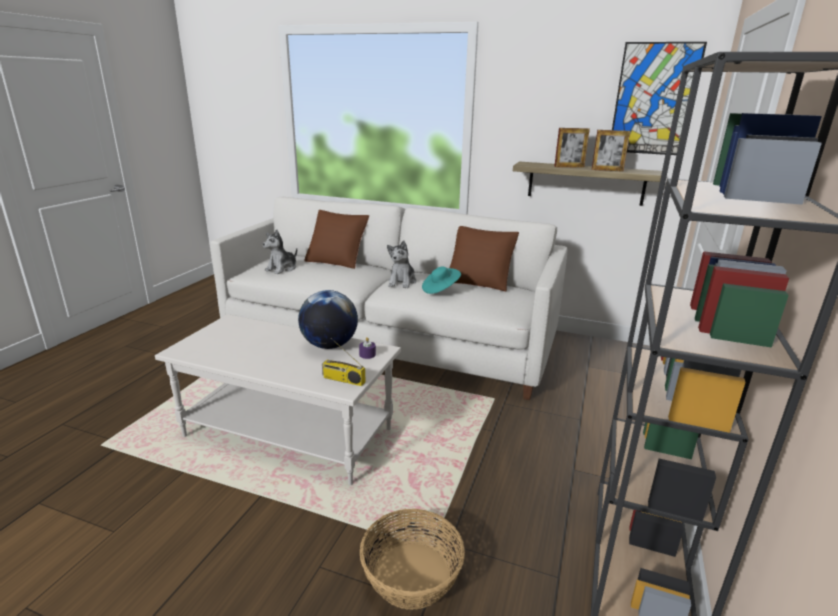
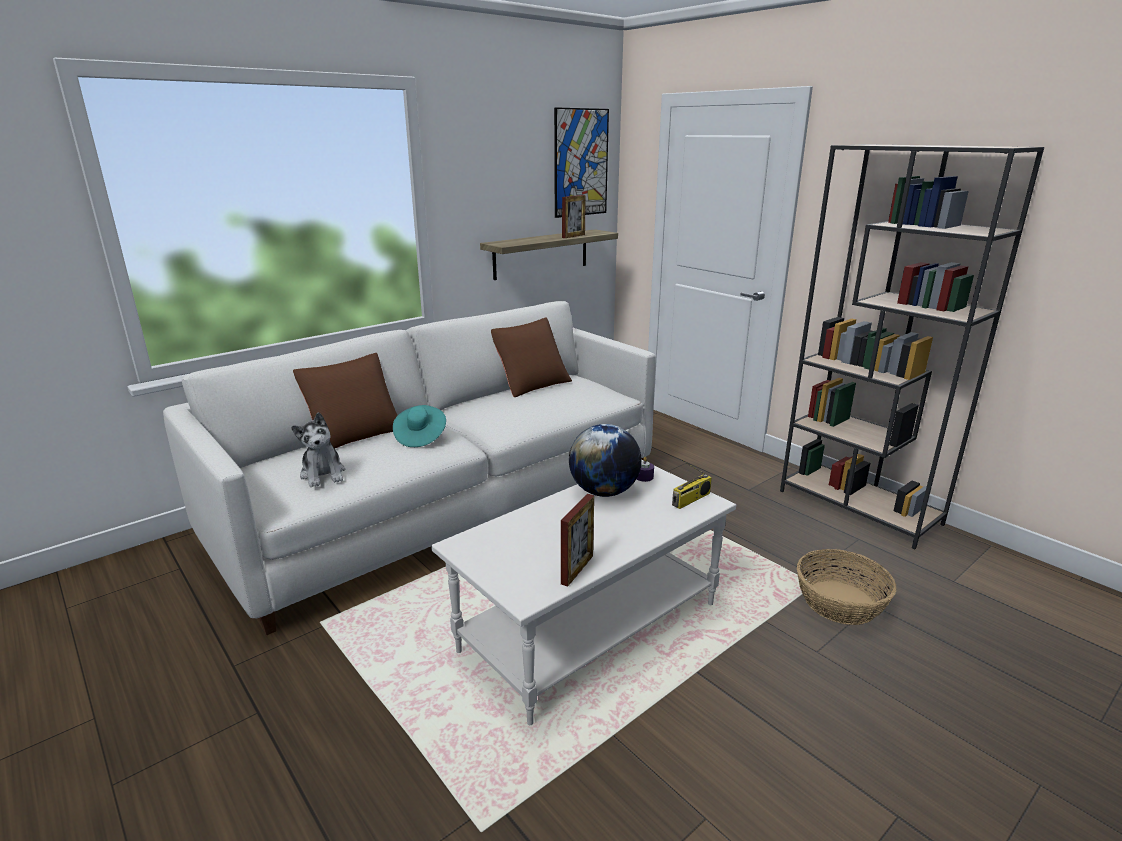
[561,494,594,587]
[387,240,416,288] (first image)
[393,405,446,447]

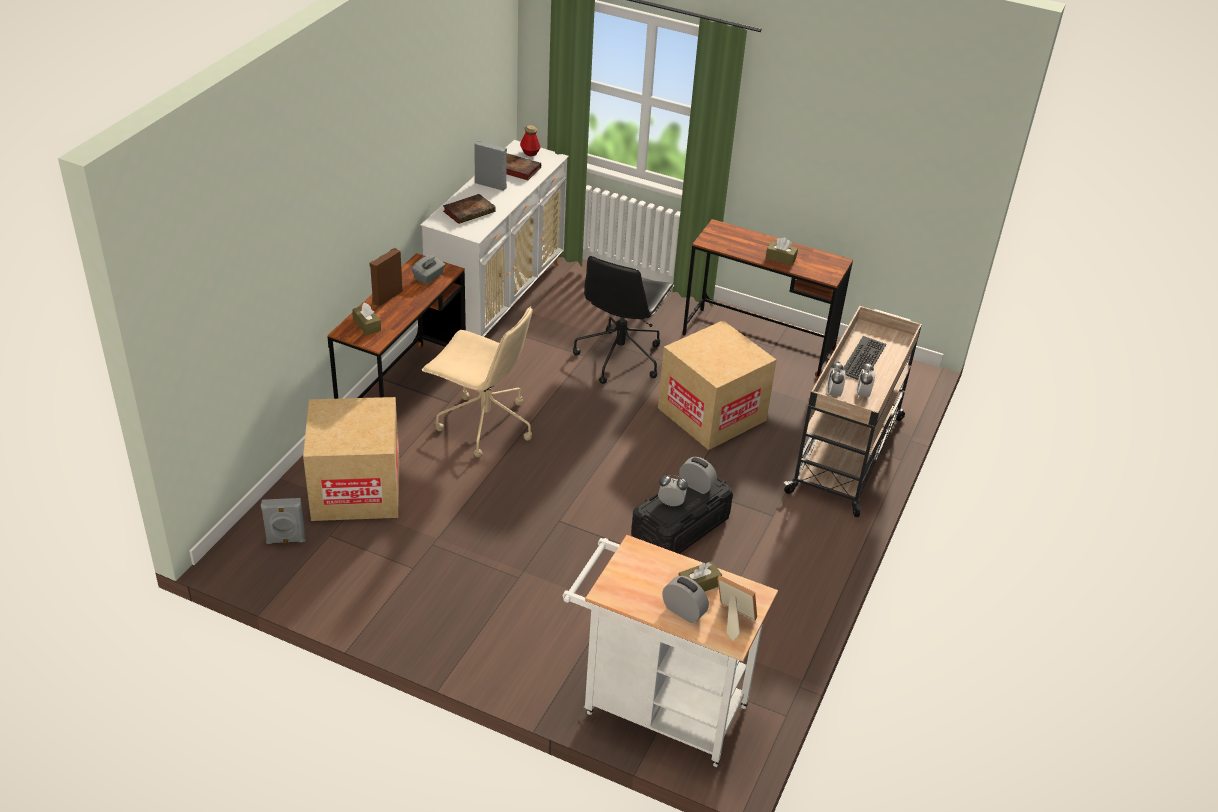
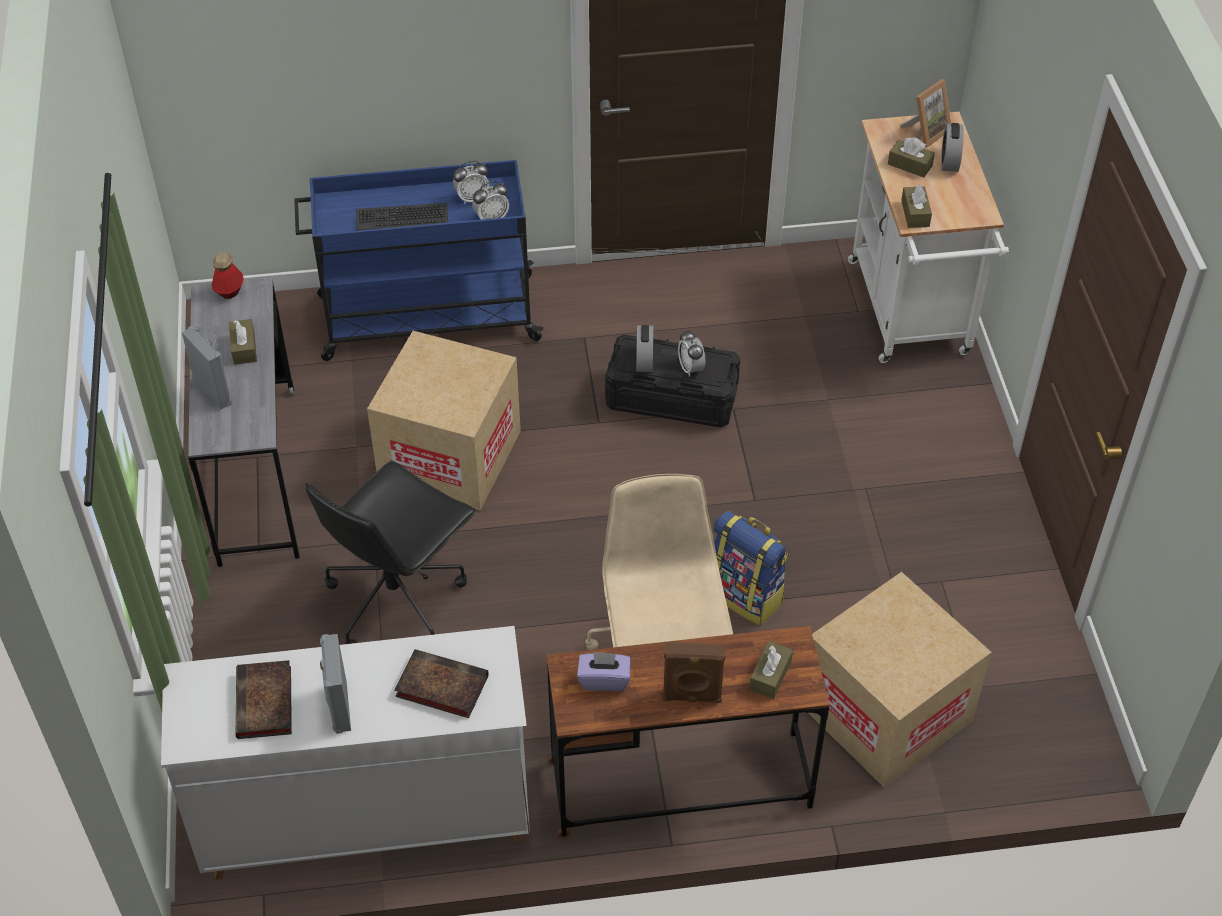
[212,253,244,299]
[188,277,300,567]
[577,652,630,691]
[305,460,477,644]
[294,160,544,361]
[182,326,232,410]
[900,79,951,148]
[901,184,932,228]
[714,511,788,625]

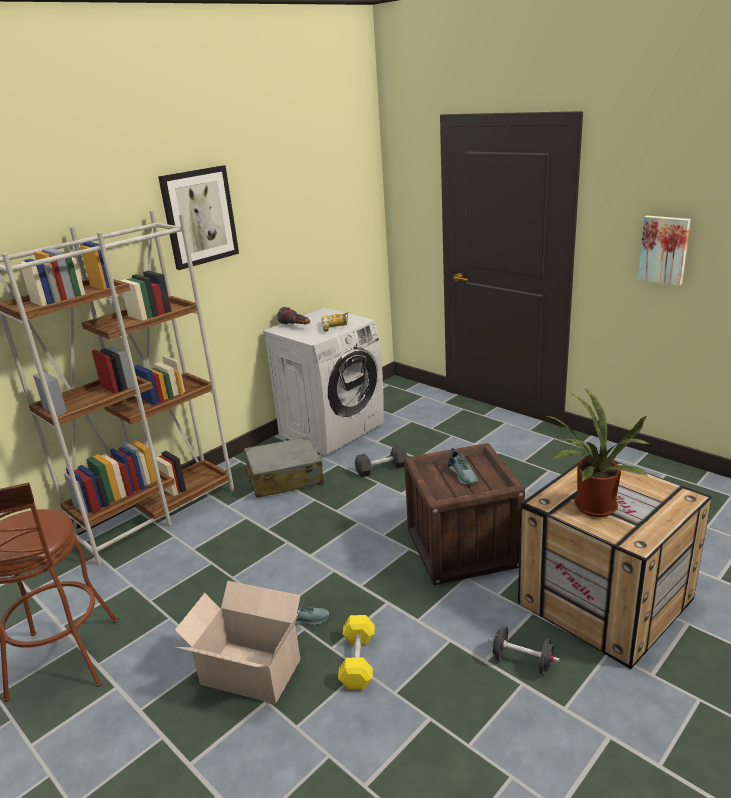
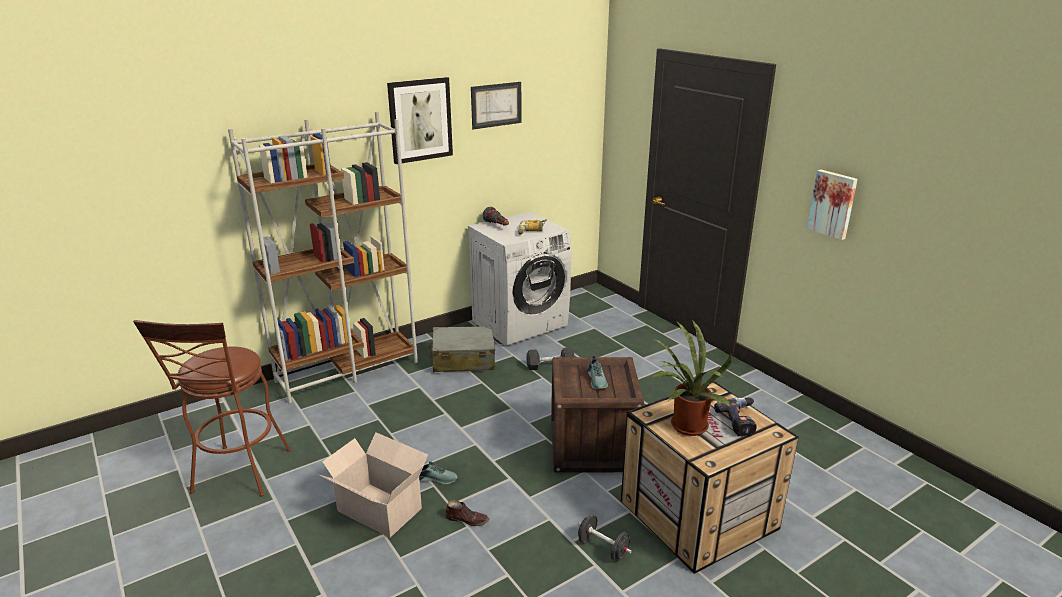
[445,500,489,526]
[471,82,522,130]
[714,398,757,436]

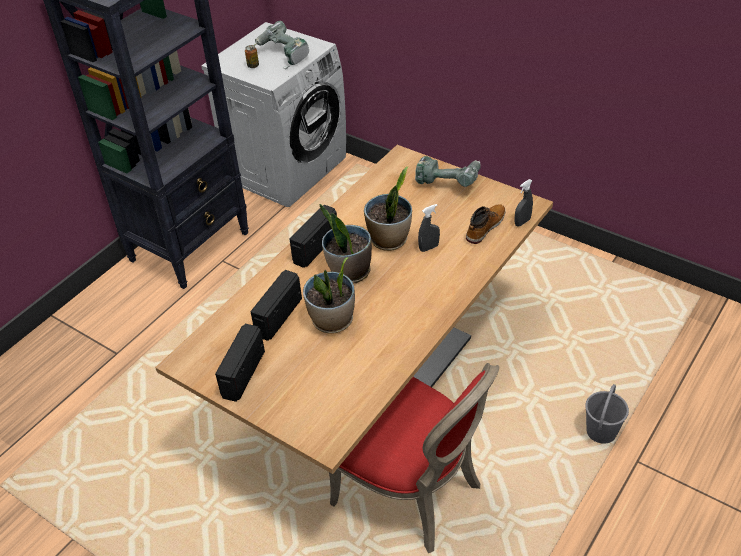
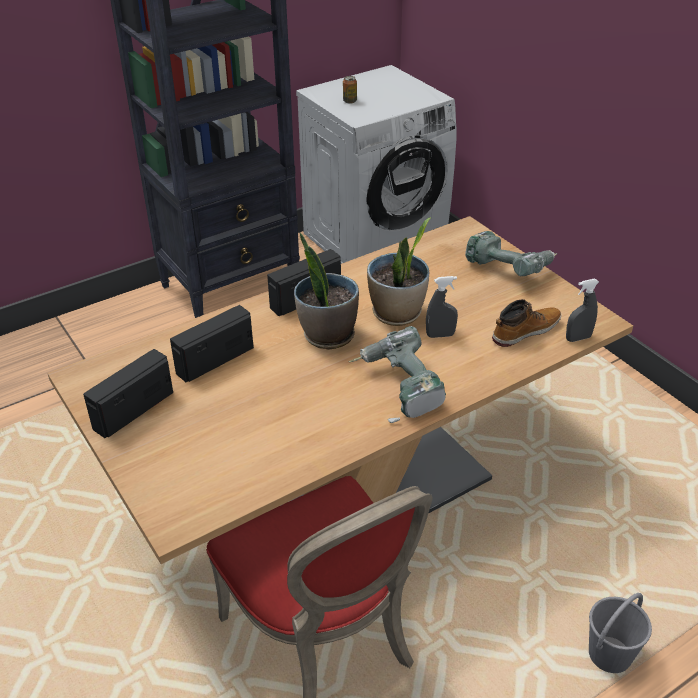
[348,326,446,423]
[303,257,355,334] (first image)

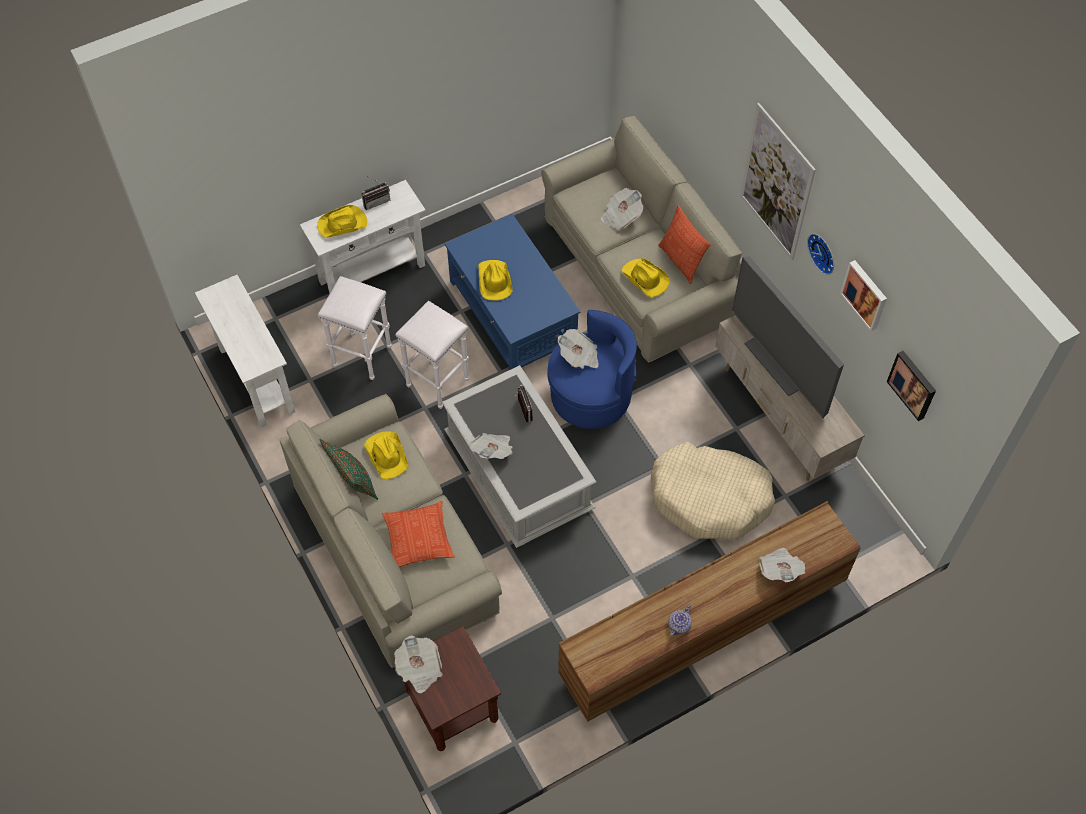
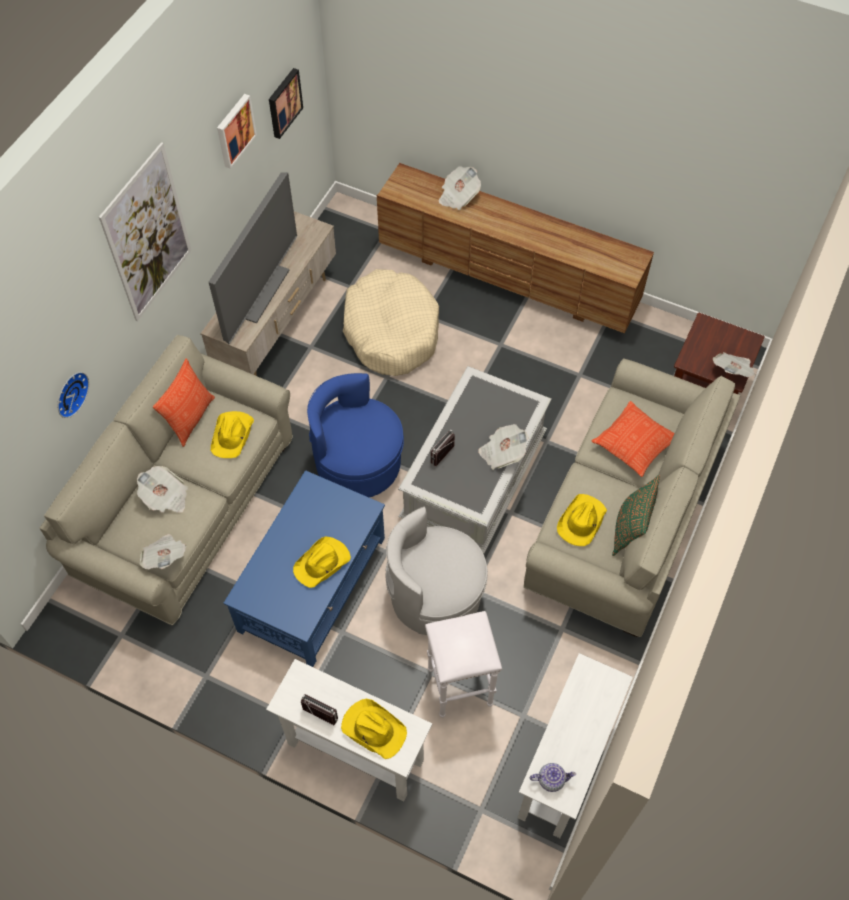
[57,372,89,418]
[385,507,488,635]
[140,534,187,569]
[530,763,576,792]

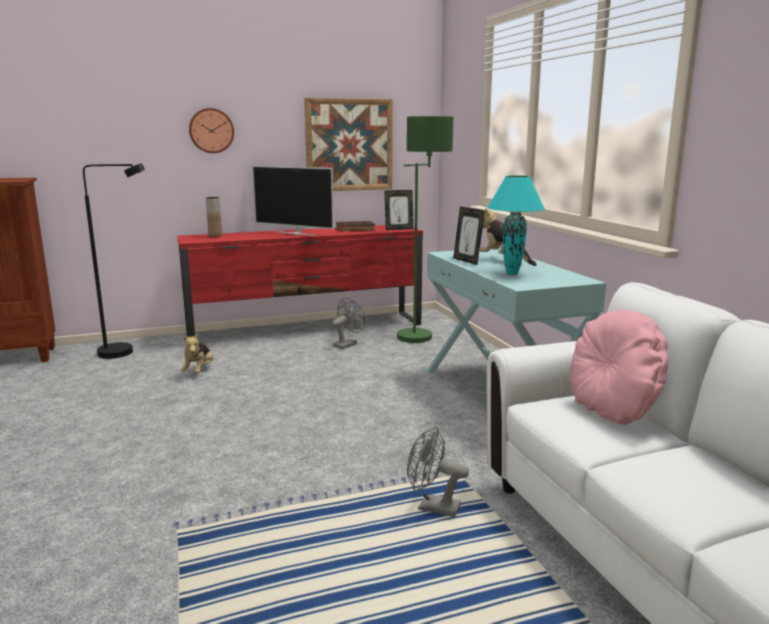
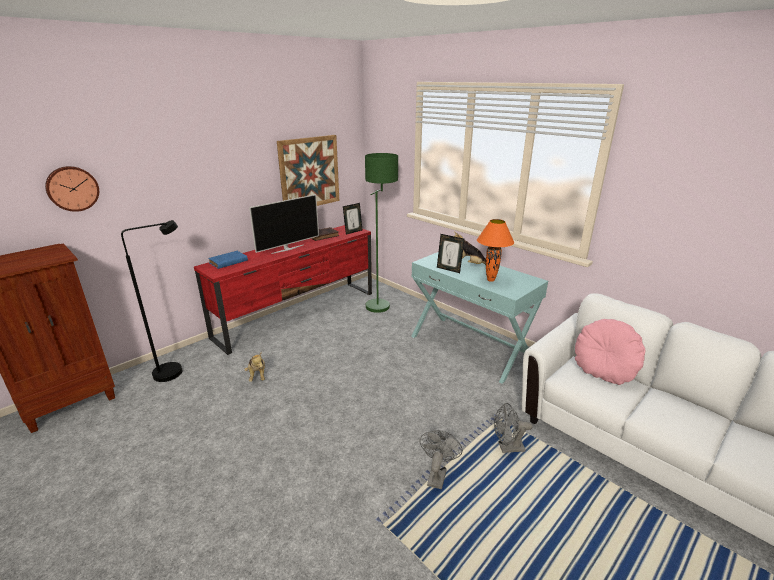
[45,166,99,212]
[249,194,319,254]
[477,219,514,282]
[208,251,248,269]
[419,430,463,489]

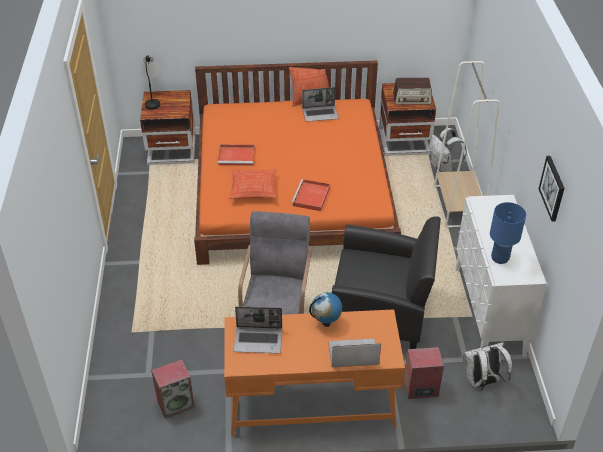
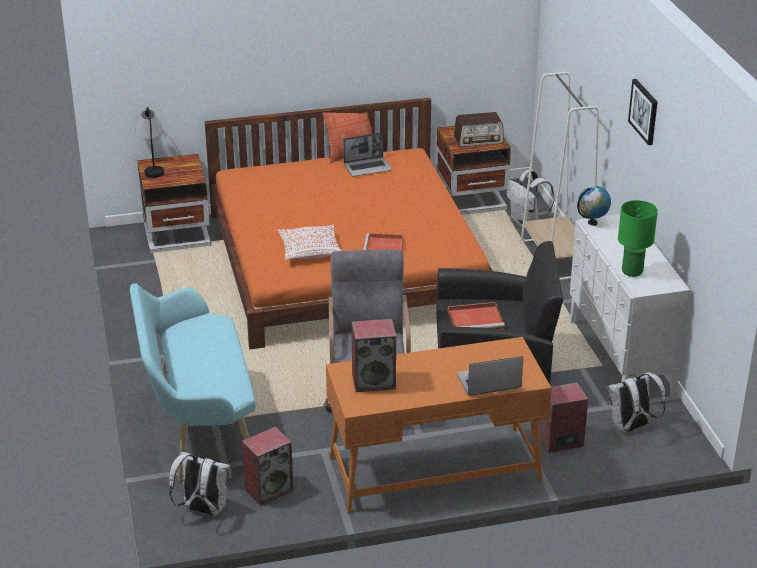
[448,302,505,330]
[628,79,657,145]
[278,225,342,260]
[618,200,658,277]
[577,186,611,226]
[352,319,396,392]
[130,283,255,482]
[169,452,233,515]

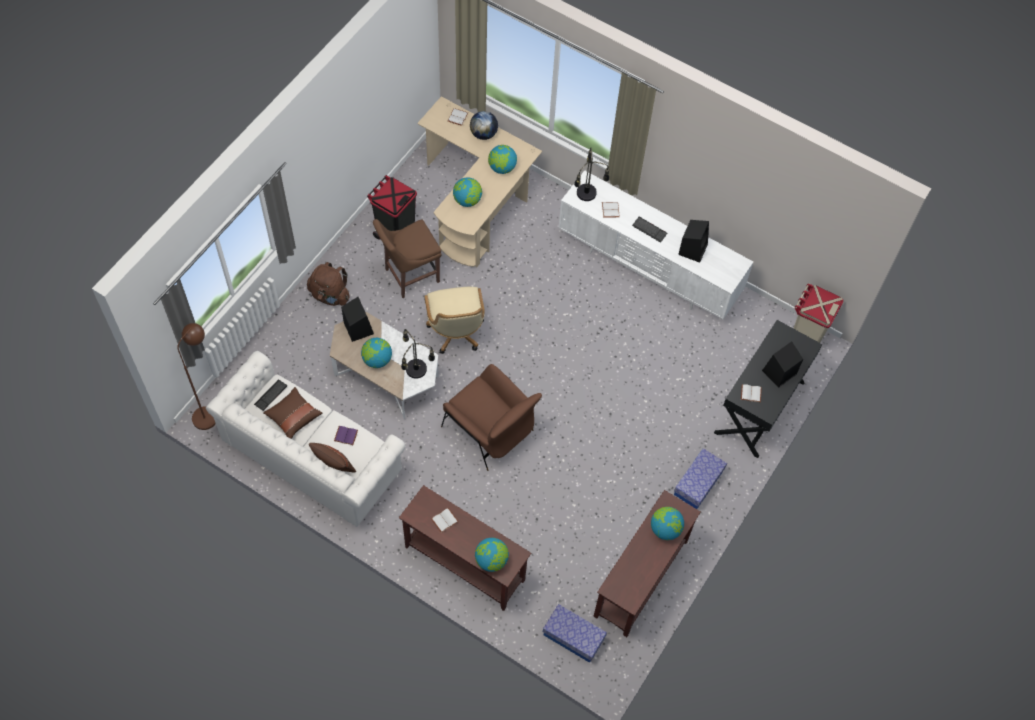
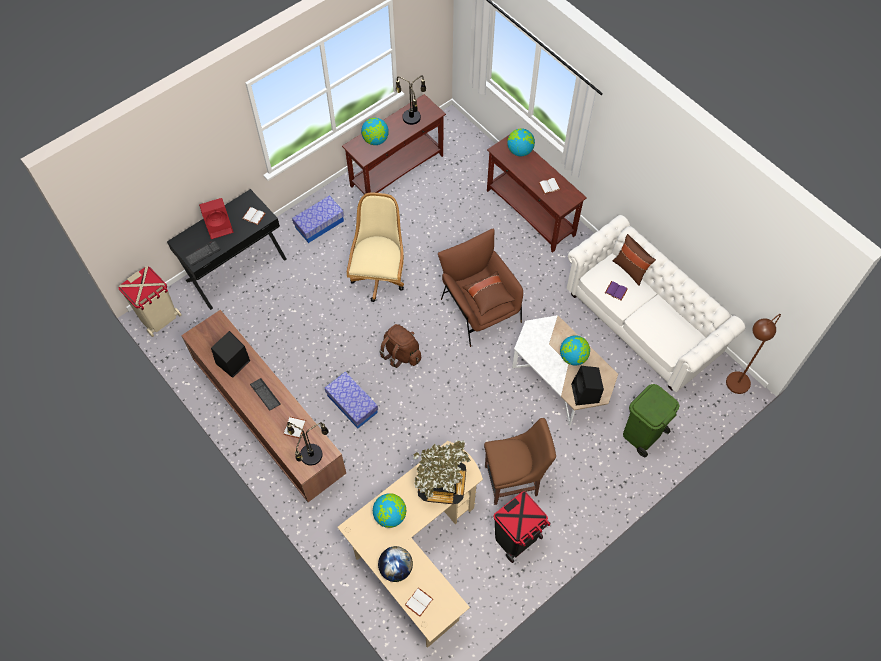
[181,310,346,502]
[413,440,471,504]
[379,324,421,368]
[347,193,404,302]
[396,76,426,125]
[199,198,233,239]
[185,240,221,266]
[463,271,515,316]
[325,372,378,429]
[623,384,679,457]

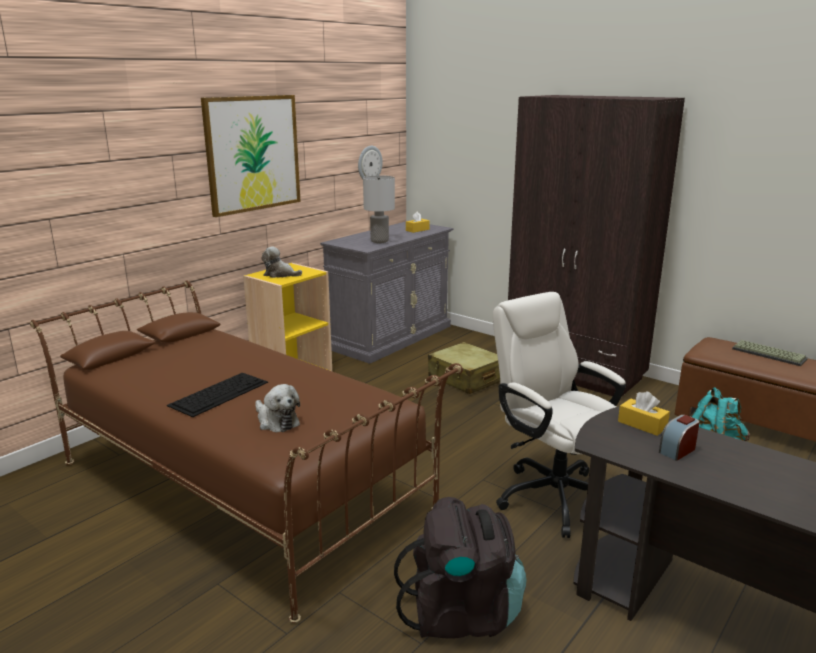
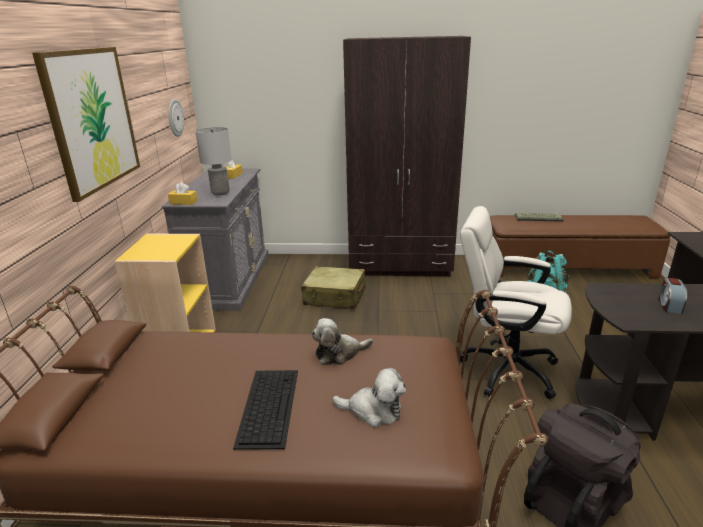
[311,318,373,365]
[168,182,197,205]

